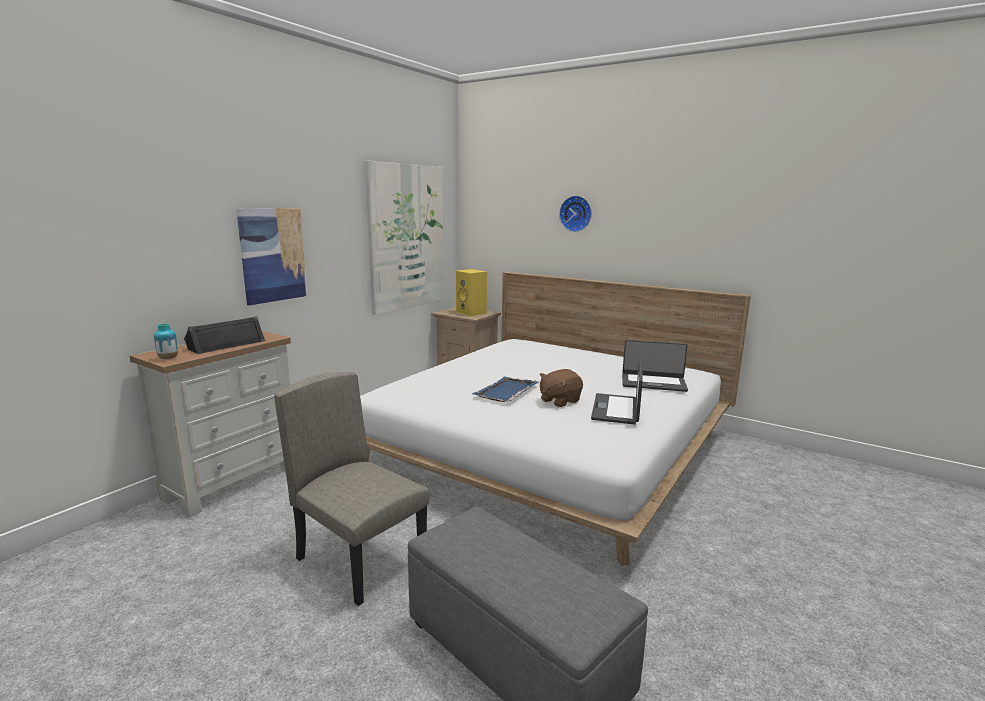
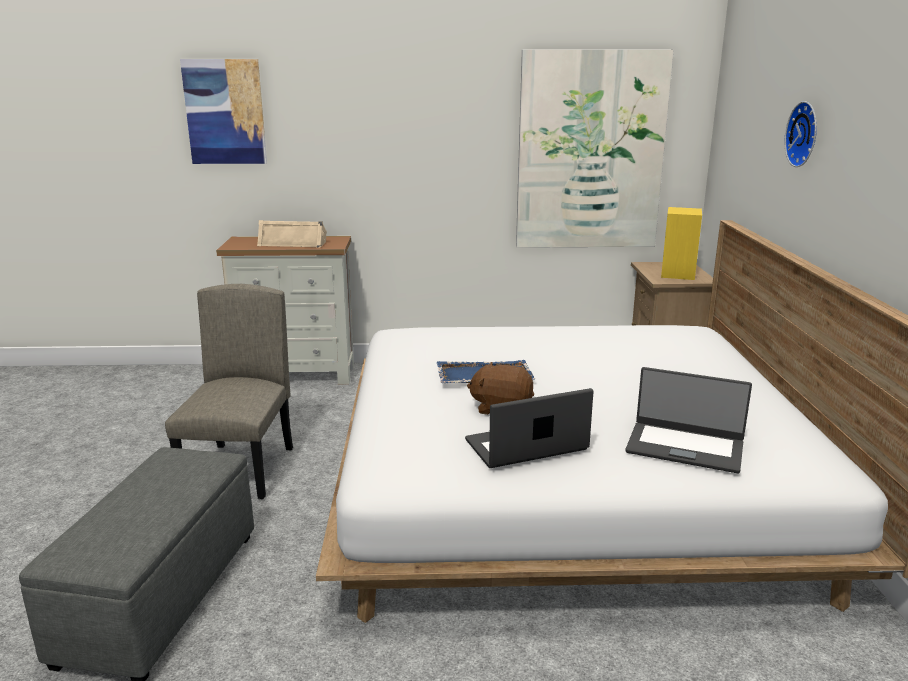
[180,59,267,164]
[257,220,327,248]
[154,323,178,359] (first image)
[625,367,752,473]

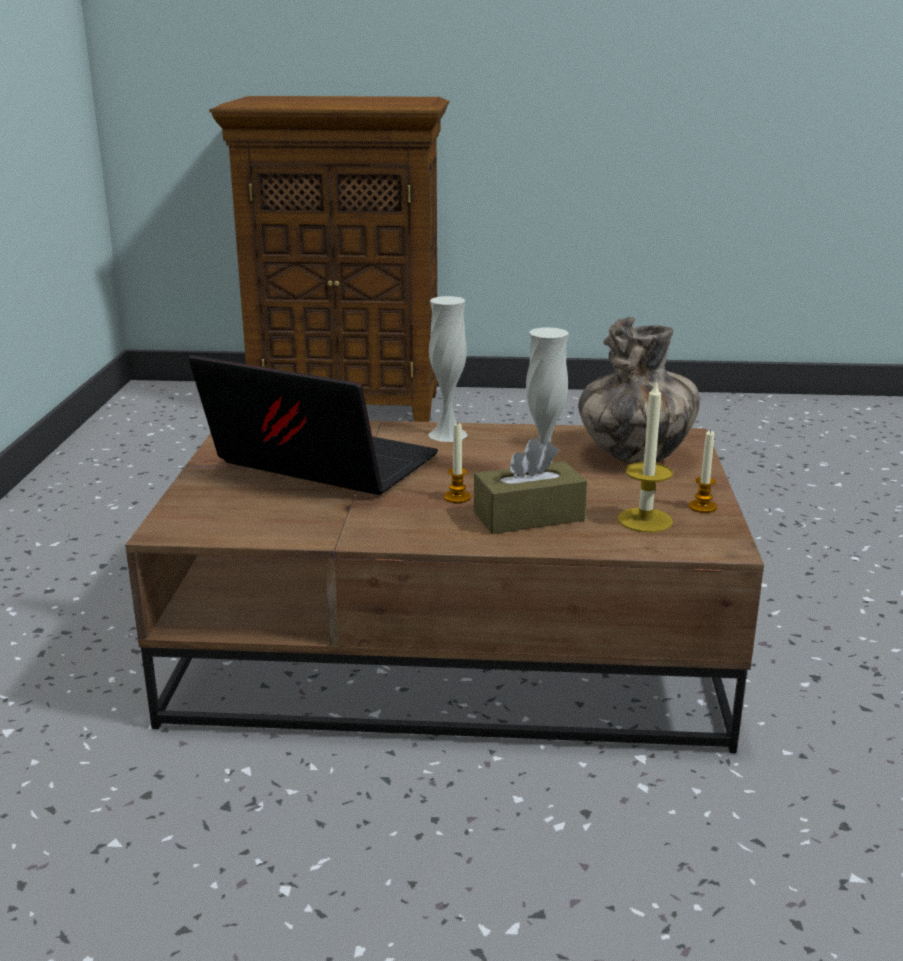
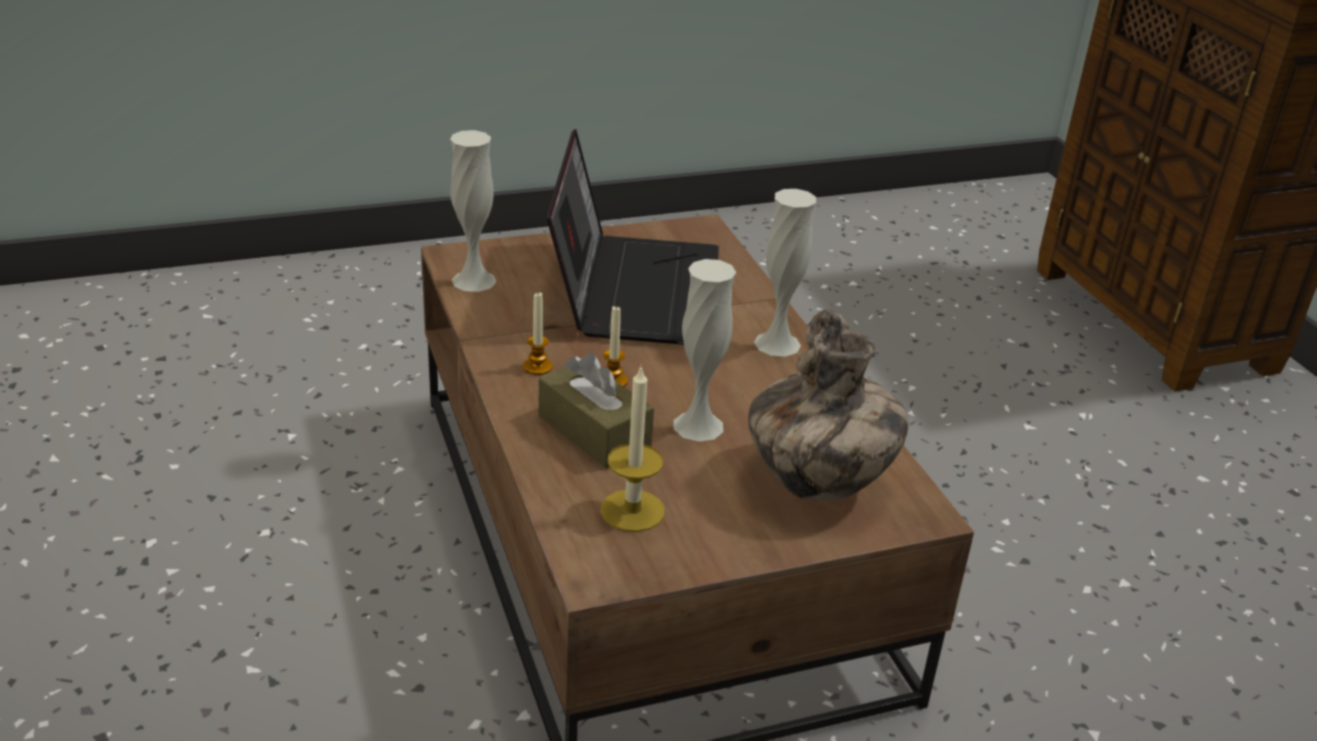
[523,293,552,375]
[450,130,496,292]

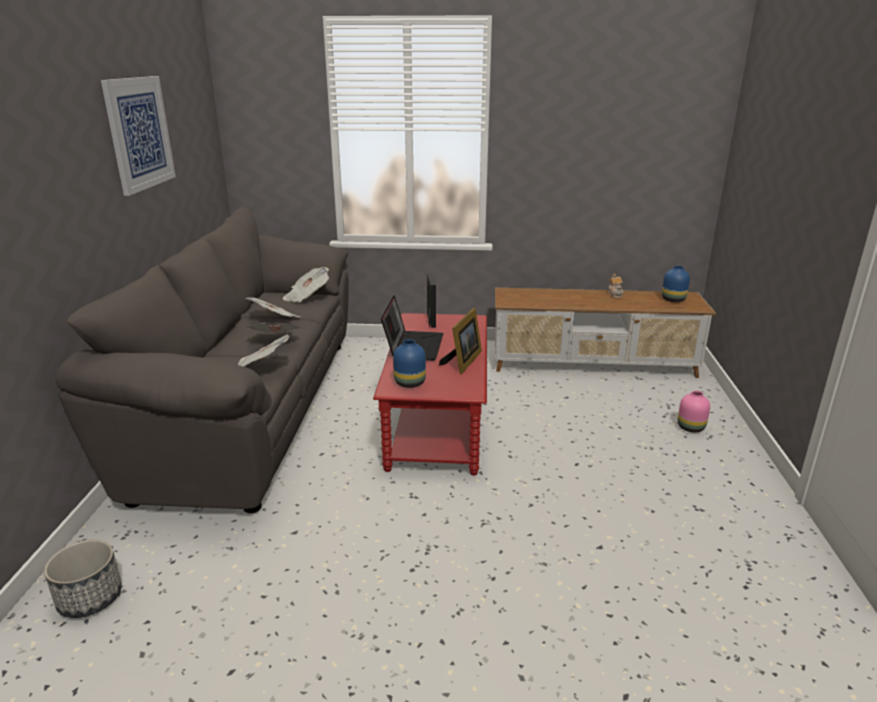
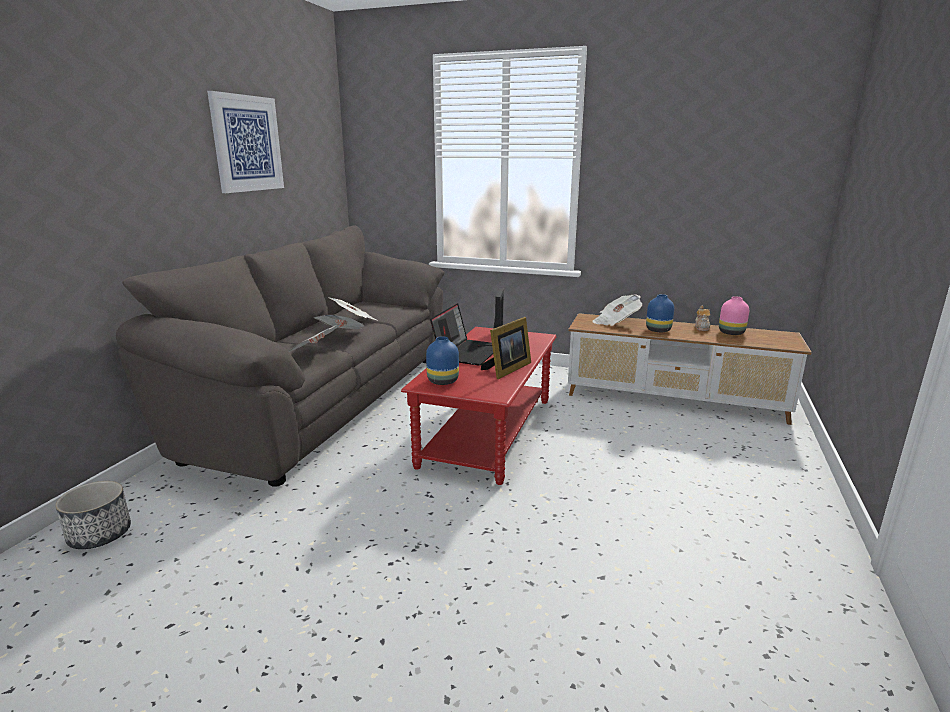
[646,294,674,332]
[593,294,642,326]
[719,296,749,335]

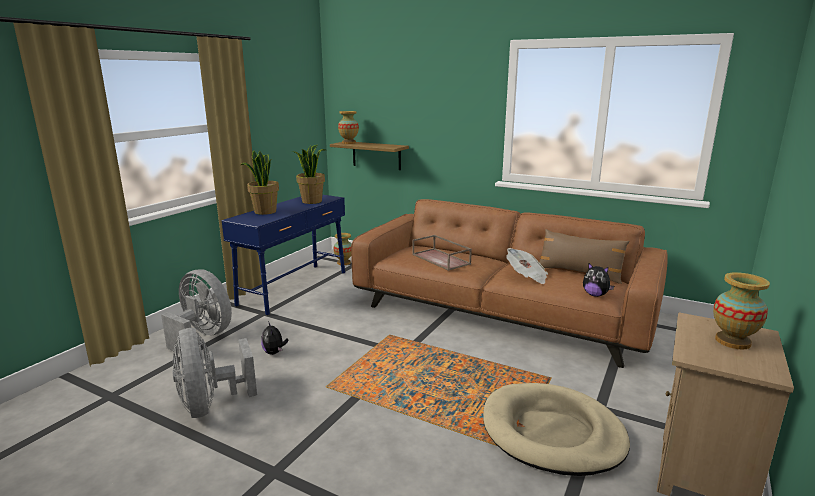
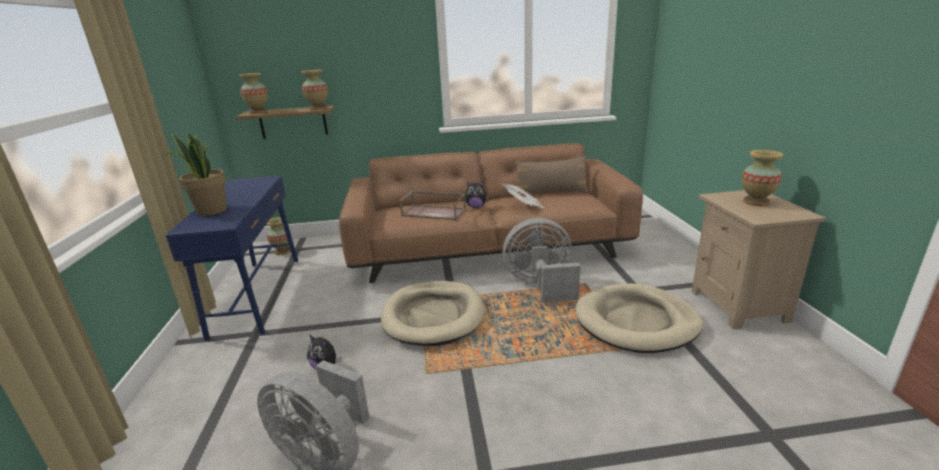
[292,144,325,204] (first image)
[465,182,489,208]
[502,218,580,303]
[301,70,328,110]
[381,281,484,346]

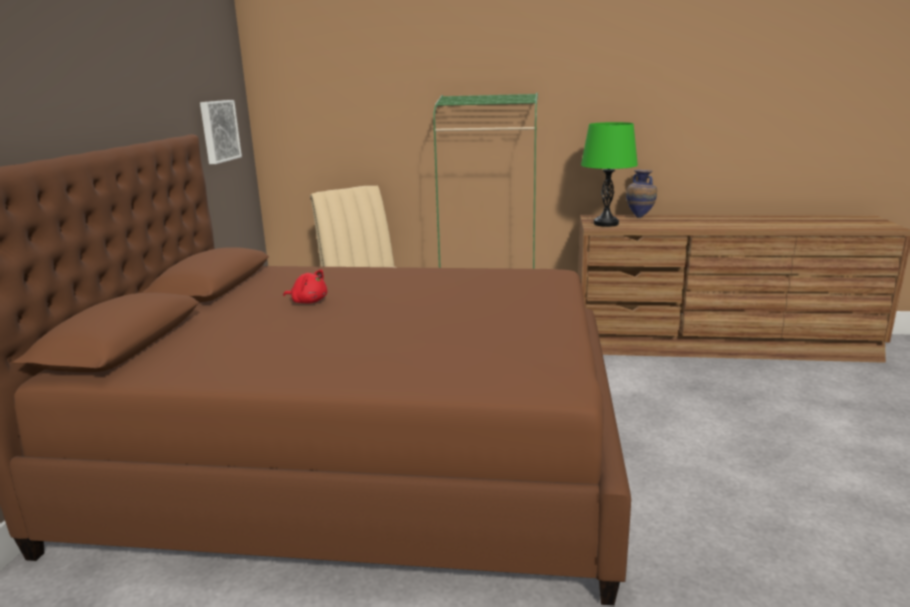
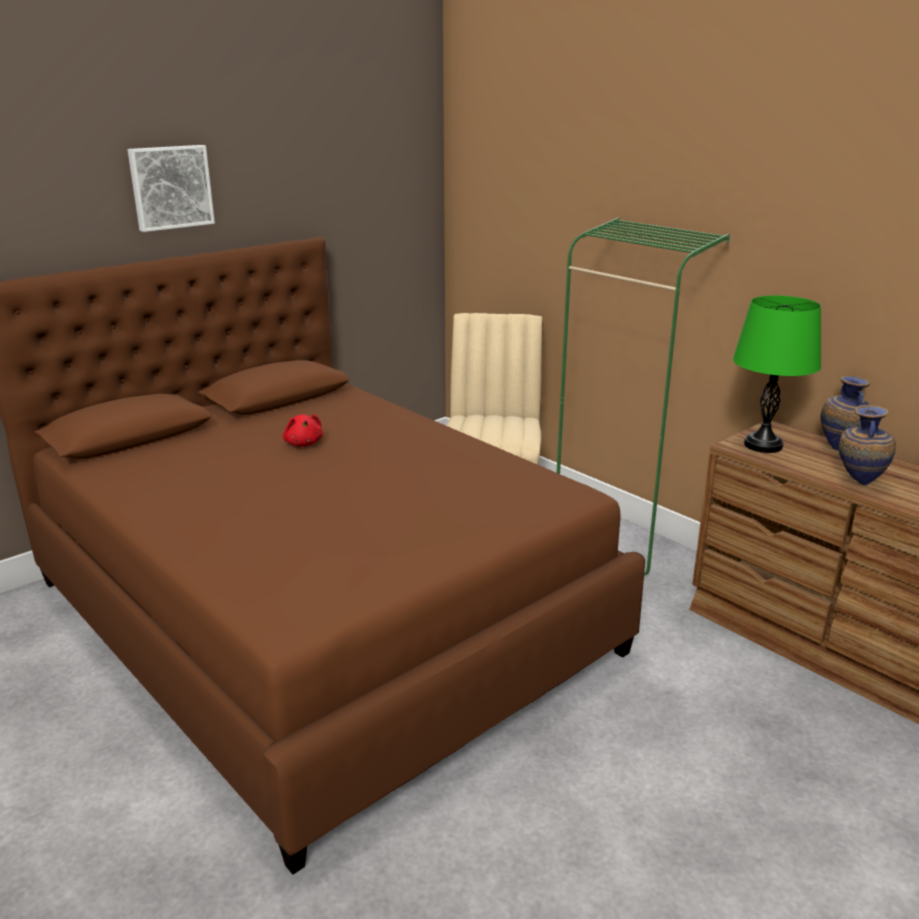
[127,145,215,232]
[839,405,896,486]

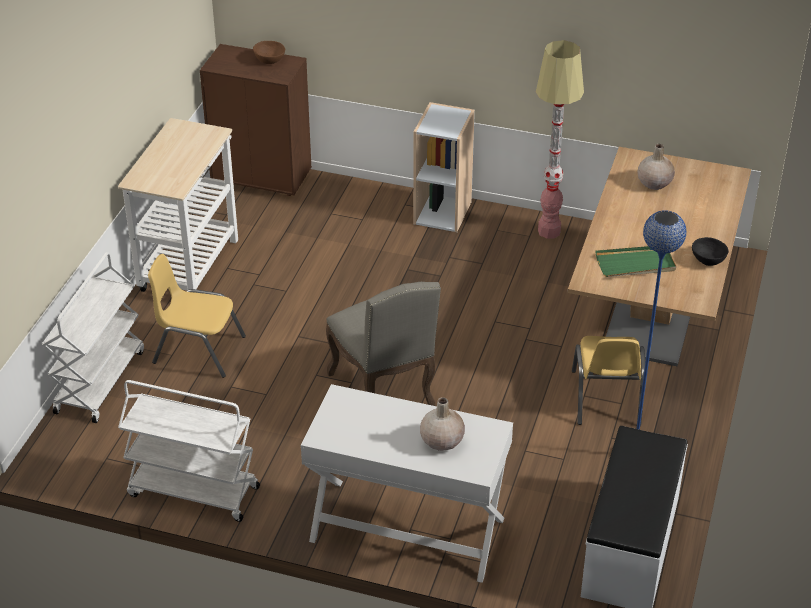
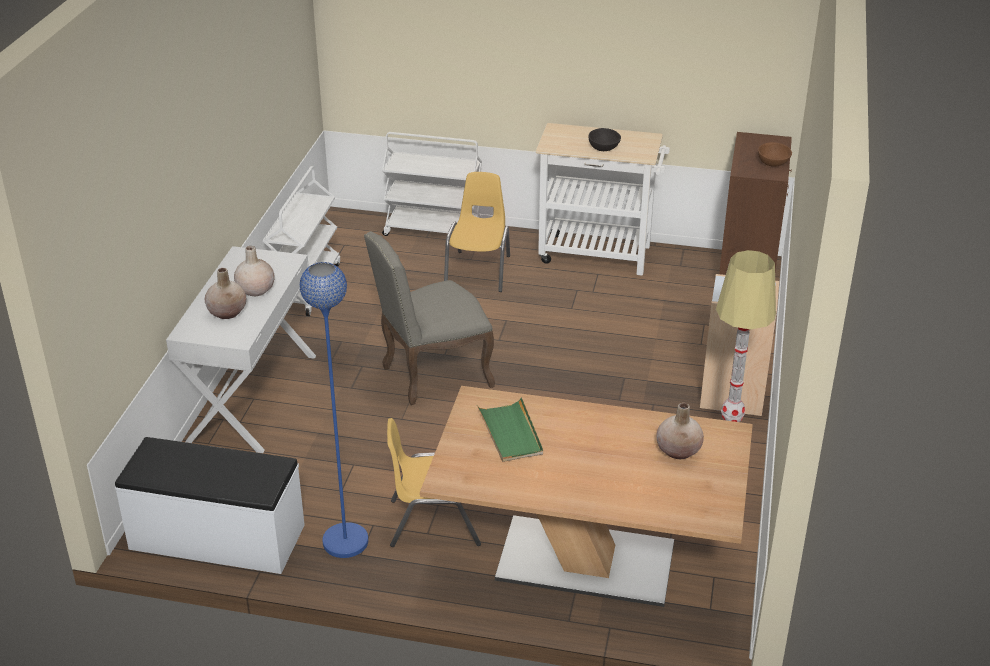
[588,128,621,151]
[234,246,275,296]

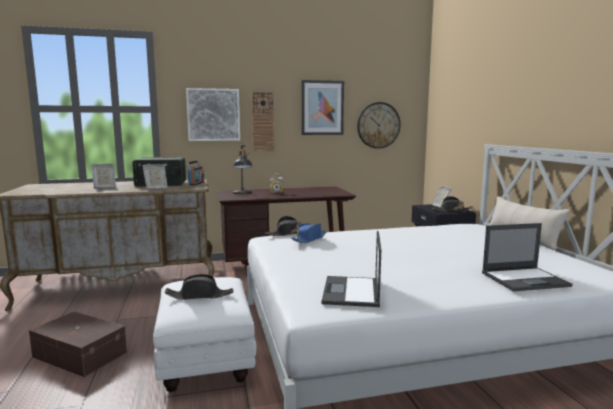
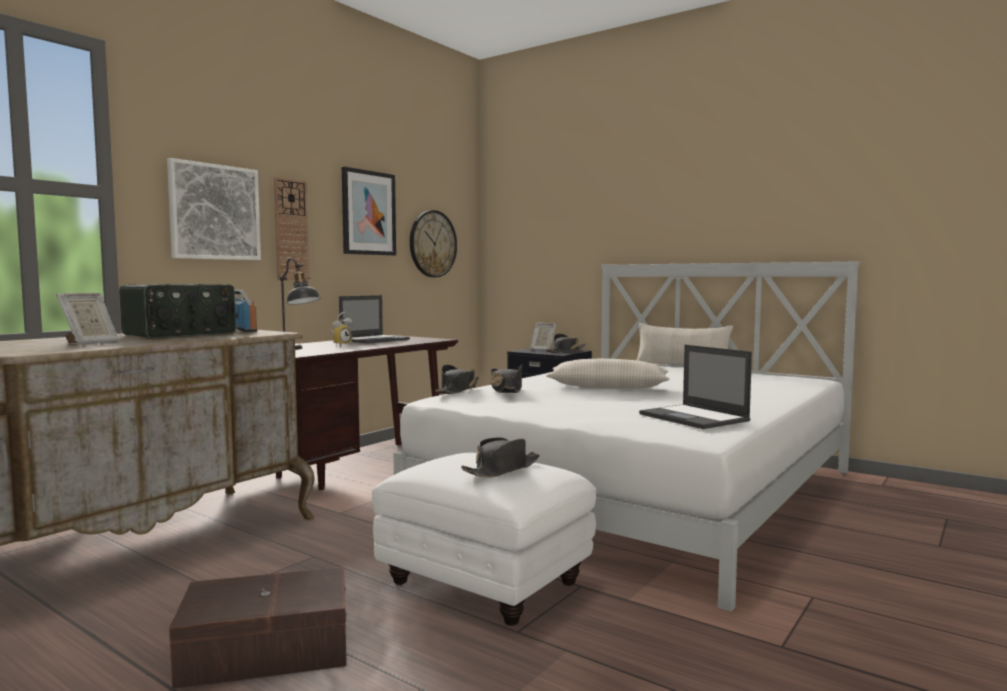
[143,164,168,190] (first image)
[490,365,522,393]
[339,295,410,344]
[546,359,669,389]

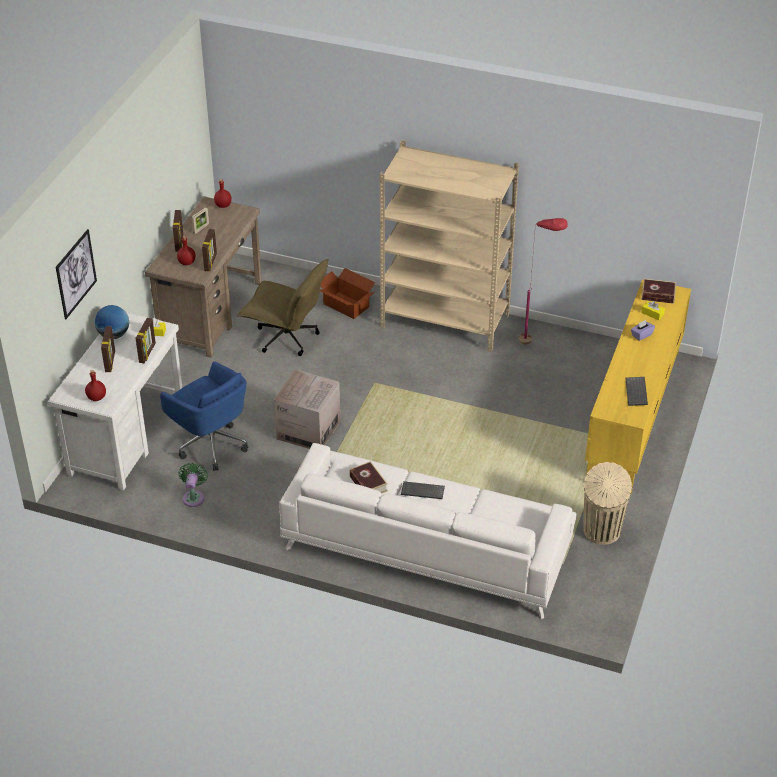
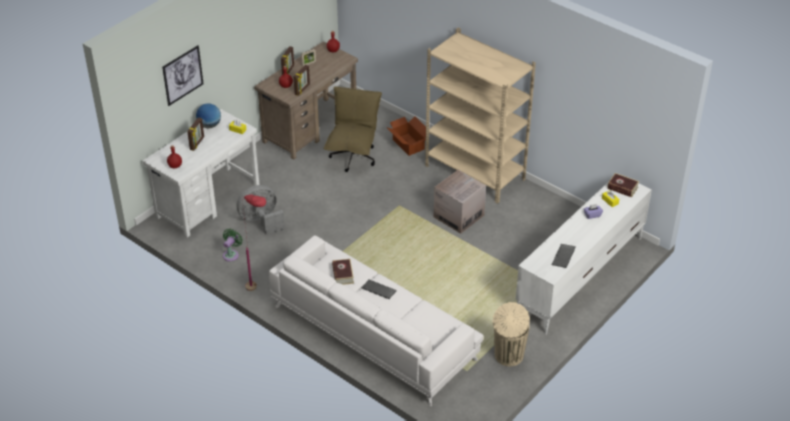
[242,194,266,291]
[324,86,382,172]
[516,174,652,335]
[136,318,156,364] (first image)
[237,185,285,234]
[434,170,486,234]

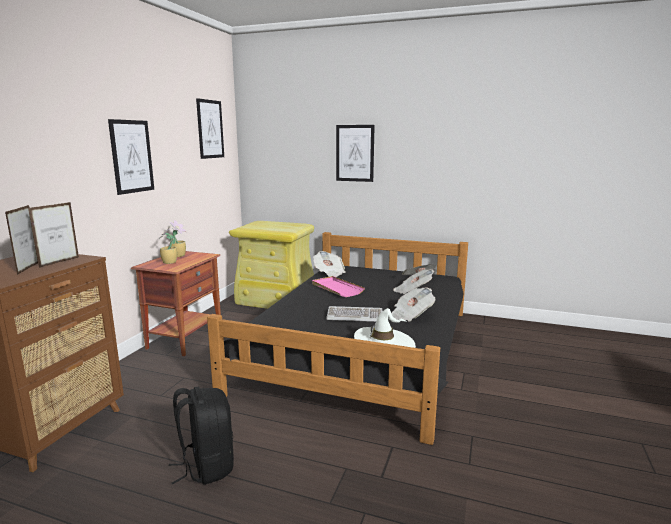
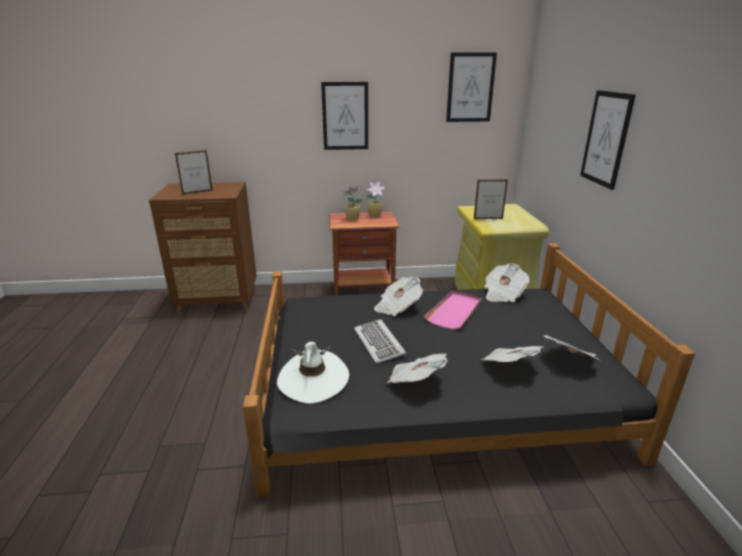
[474,180,508,219]
[169,387,234,485] (first image)
[374,277,423,316]

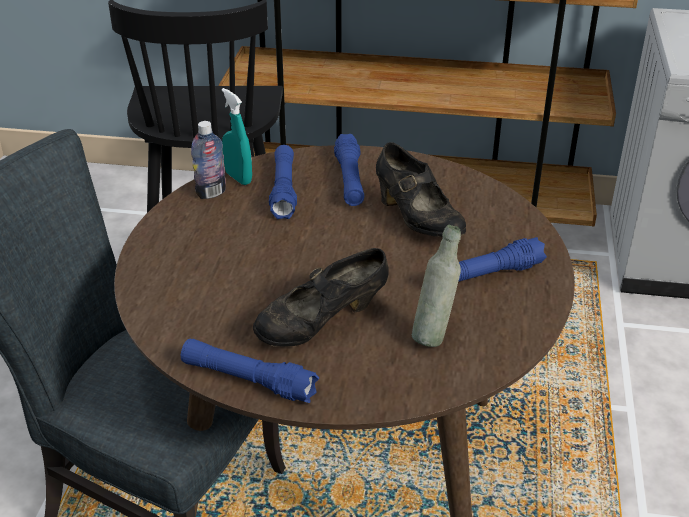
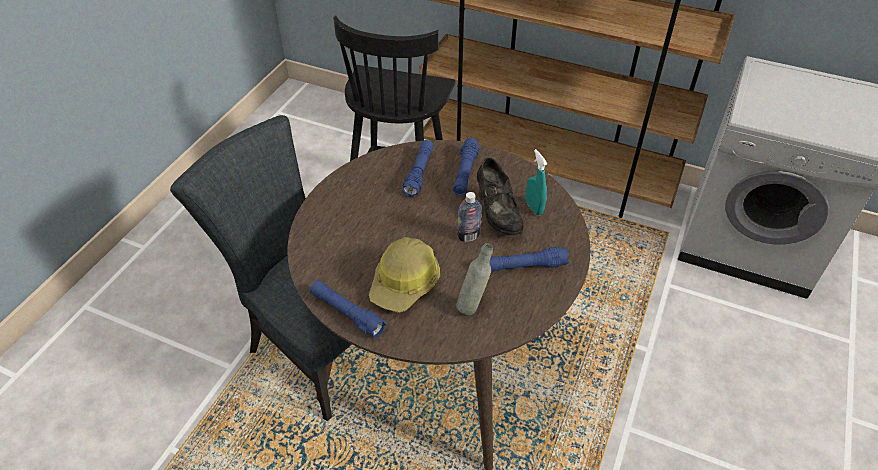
[526,149,547,215]
[457,192,482,242]
[369,237,440,313]

